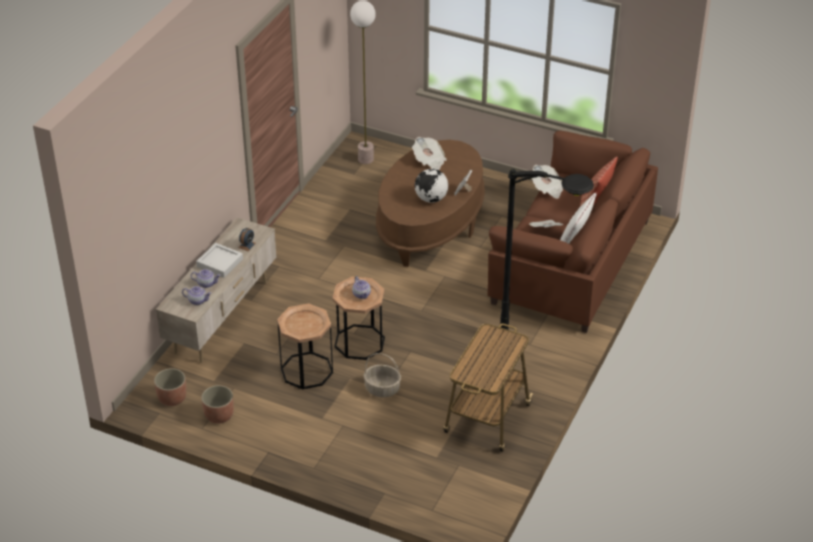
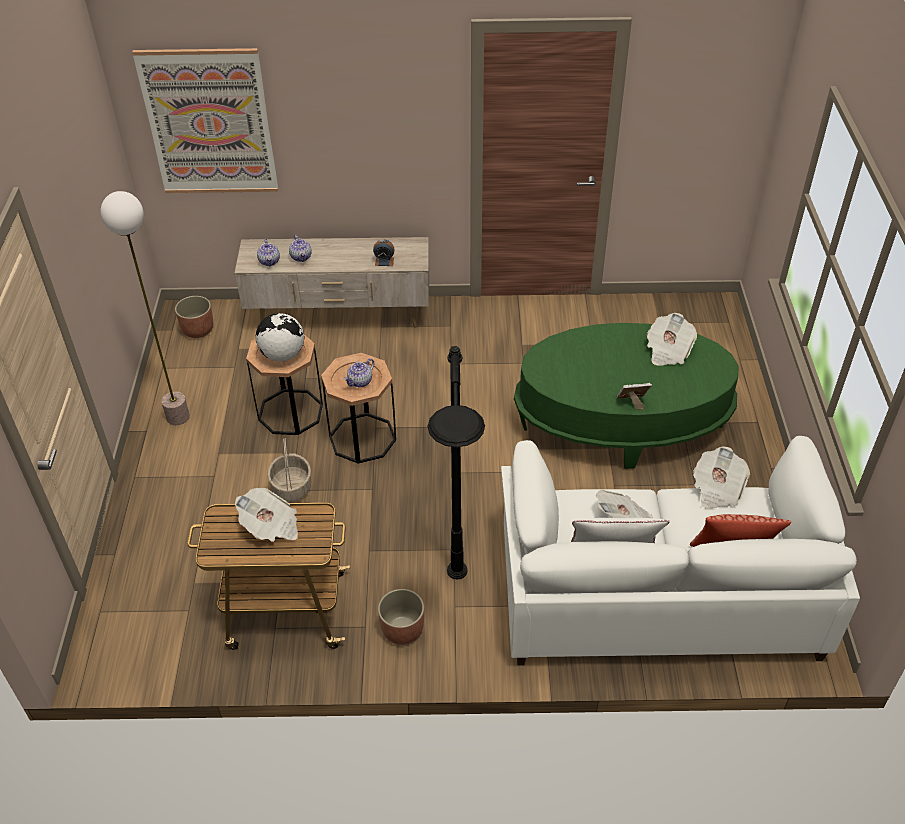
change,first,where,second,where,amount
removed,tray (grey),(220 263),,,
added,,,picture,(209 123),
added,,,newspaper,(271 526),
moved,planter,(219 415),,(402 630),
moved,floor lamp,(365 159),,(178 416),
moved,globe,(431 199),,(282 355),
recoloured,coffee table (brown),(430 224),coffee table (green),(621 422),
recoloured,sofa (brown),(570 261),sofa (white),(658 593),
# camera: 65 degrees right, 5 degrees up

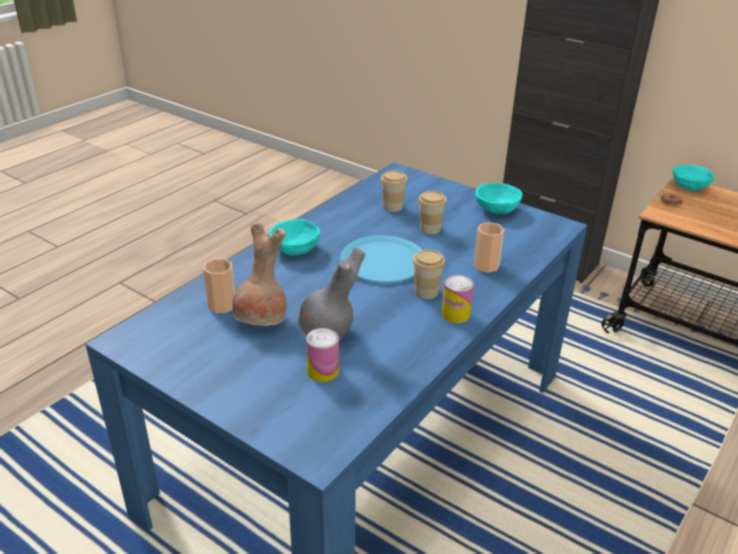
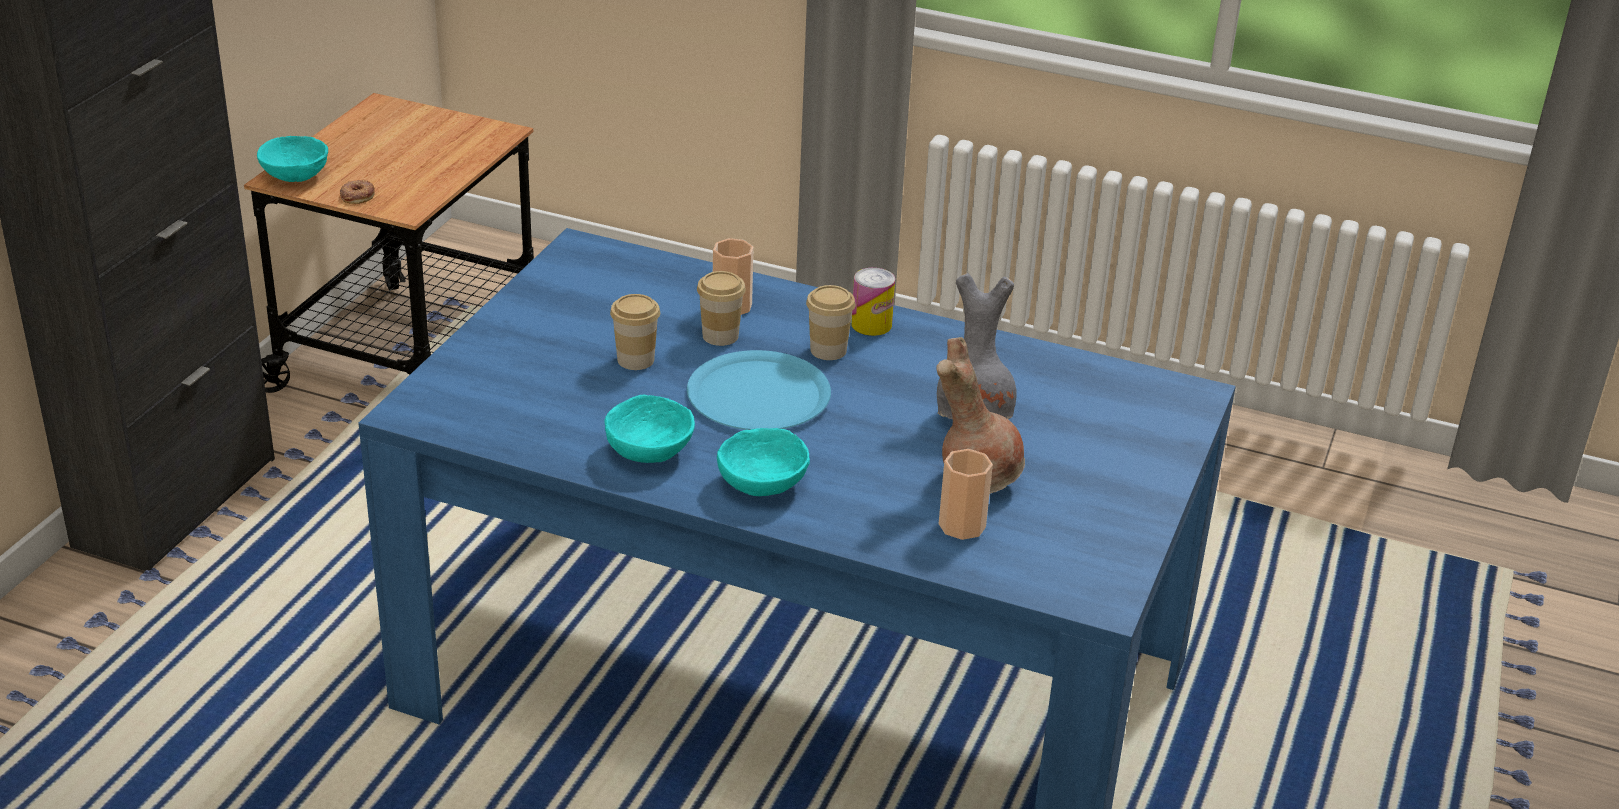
change,first,where,second,where,amount
removed,can,(323 371),,,
moved,cup,(392 207),,(720 336),
moved,bowl (turquoise),(496 209),,(649 451),
# camera: 105 degrees left, 0 degrees up

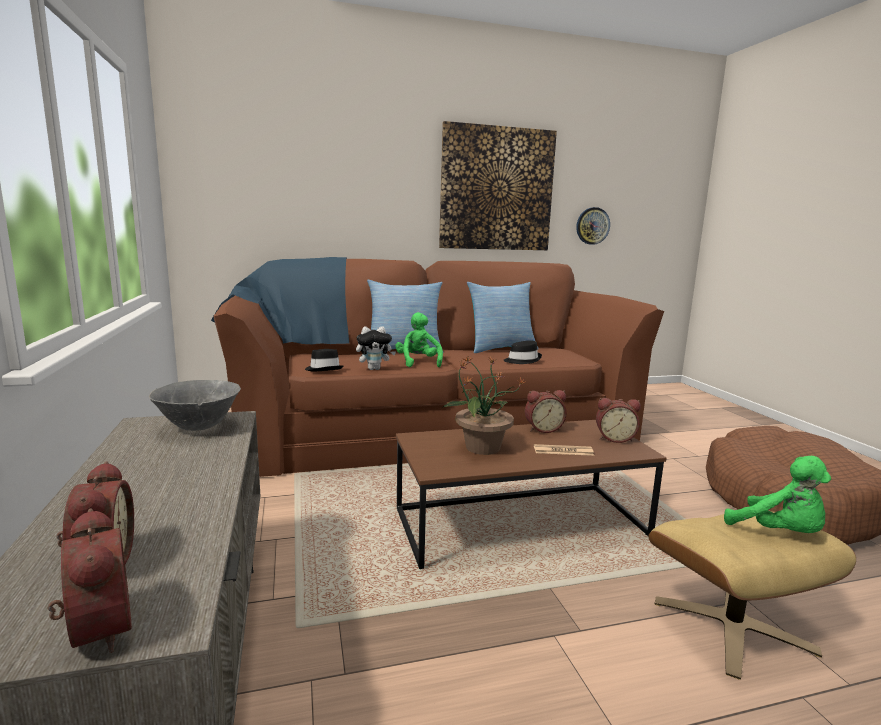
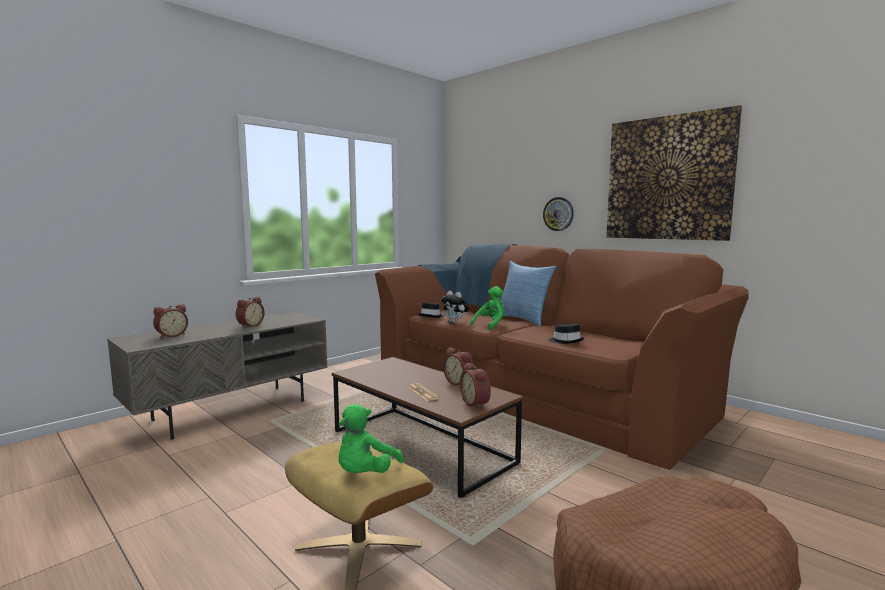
change,first,where,second,where,amount
removed,bowl (grey),(200 427),,,
removed,potted plant,(481 447),,,
removed,pillow,(500 349),,,
moved,alarm clock,(95 631),,(249 325),
moved,wall clock,(592 226),,(558 214),
# camera: 60 degrees right, 5 degrees down

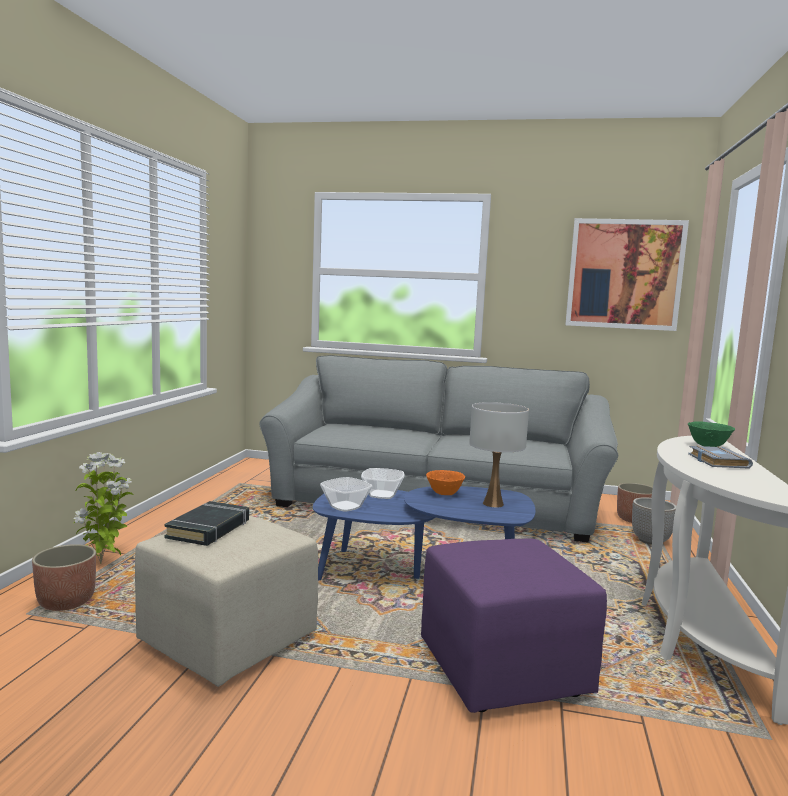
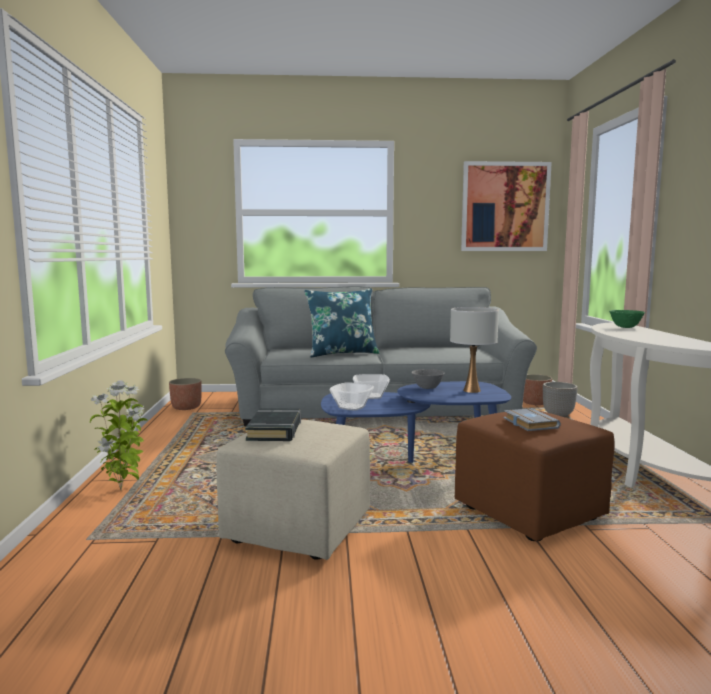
change,first,where,second,where,amount
added,,,pillow (blue),(342 353),
moved,planter,(66 601),,(186 407),
moved,book (grey),(715 461),,(528 423),
recoloured,ottoman (purple),(501 669),ottoman (brown),(527 512),
recoloured,bowl (orange),(444 494),bowl (grey),(427 388),
# camera: 15 degrees left, 0 degrees up

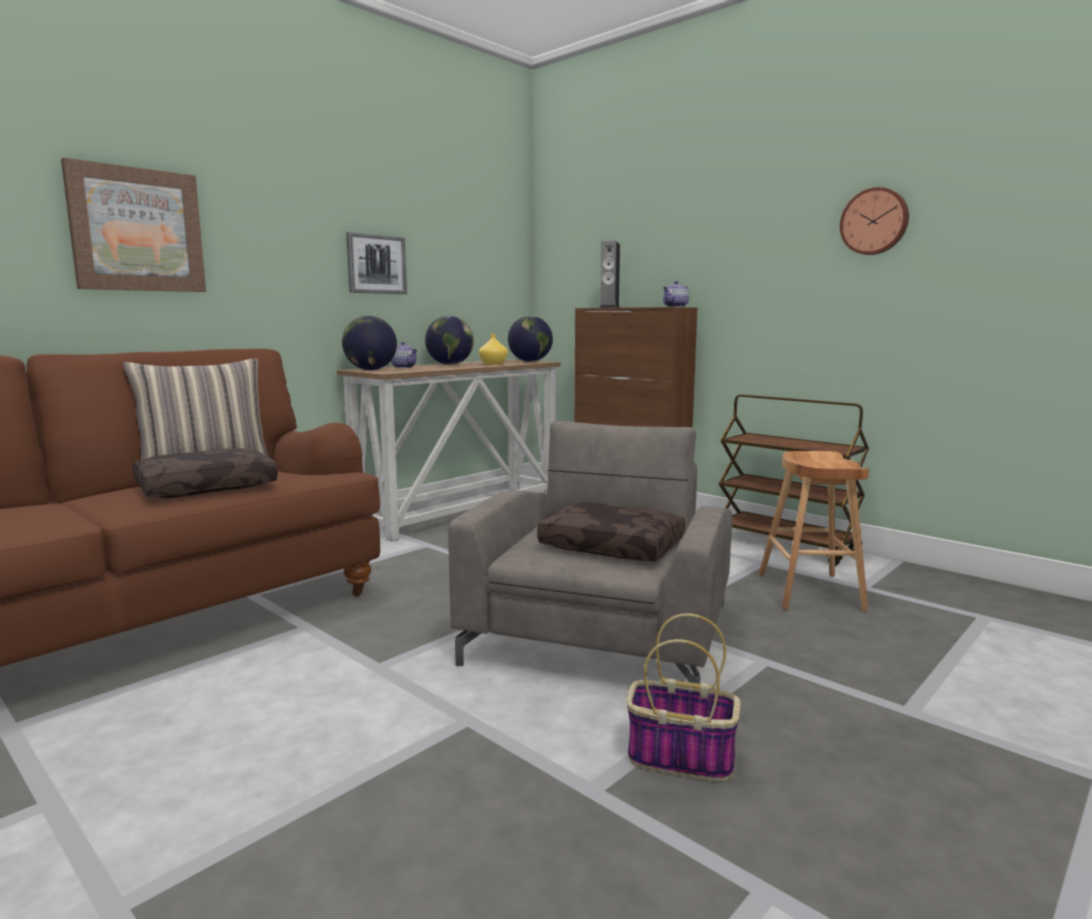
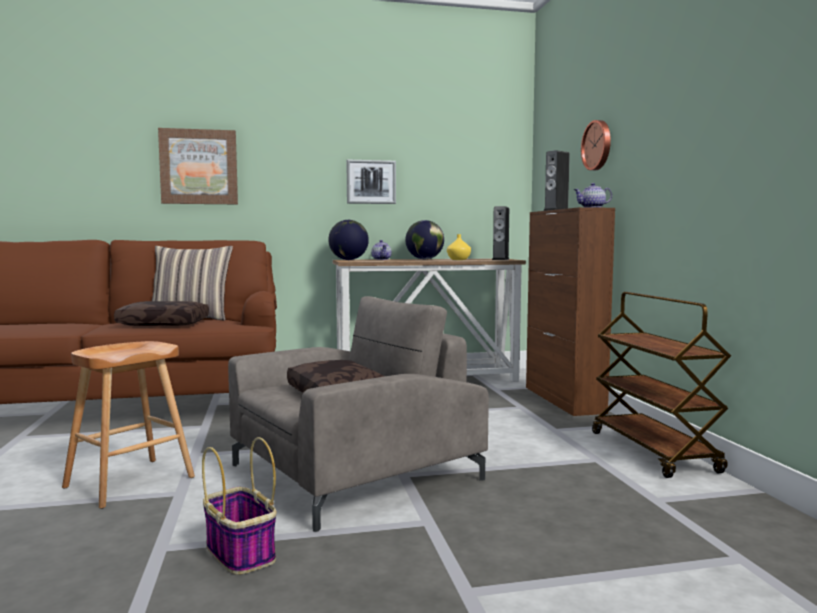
change,first,where,second,where,amount
moved,stool (brown),(810 591),,(129 482),
moved,wall clock,(874 221),,(598 145),
replaced,globe,(530 361),speaker,(500 259),
# camera: 35 degrees right, 5 degrees down

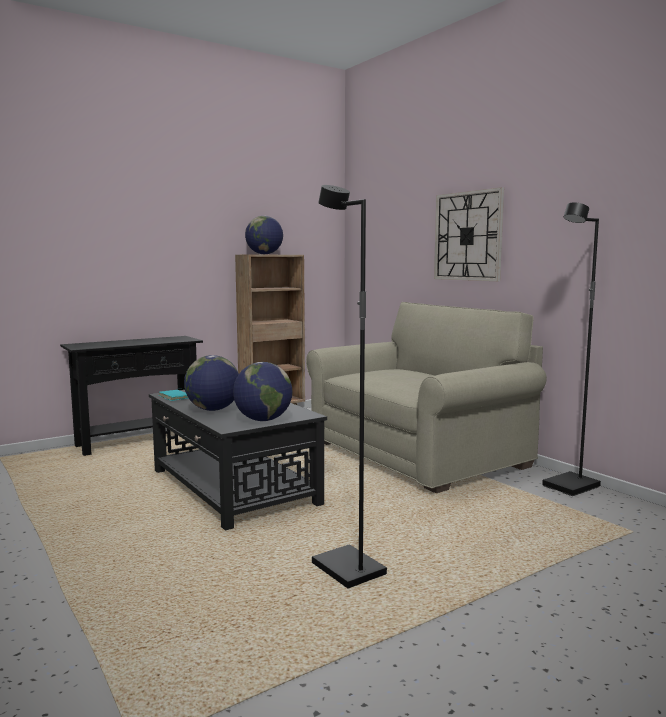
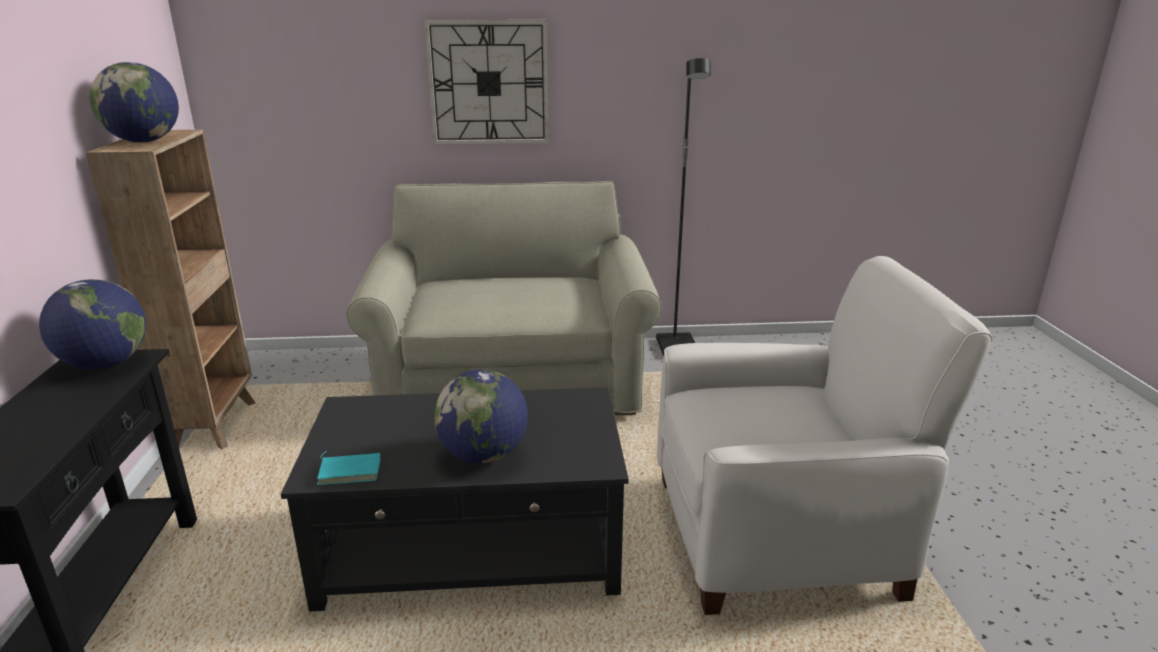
change,first,where,second,where,amount
moved,globe,(263 420),,(105 364),
replaced,floor lamp (black),(346 570),armchair (white),(777 535),
# camera: 60 degrees left, 15 degrees up

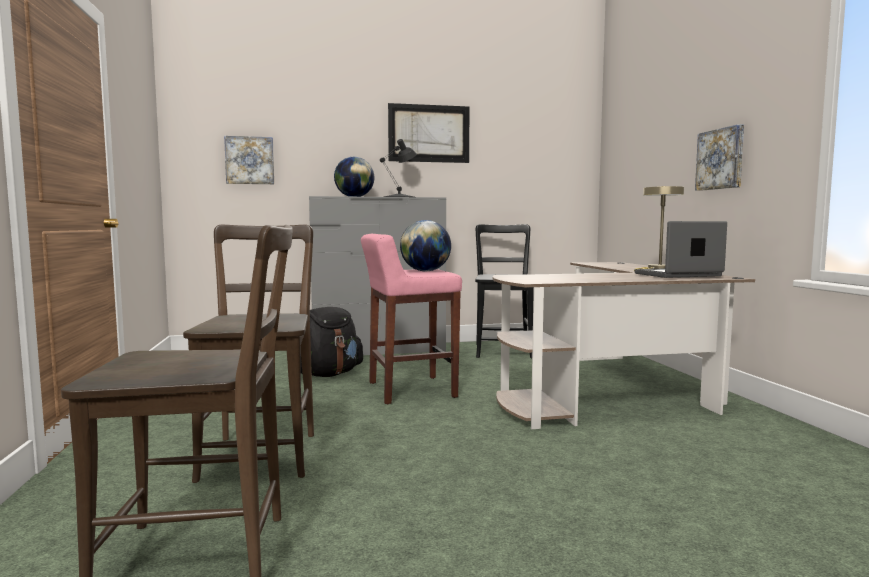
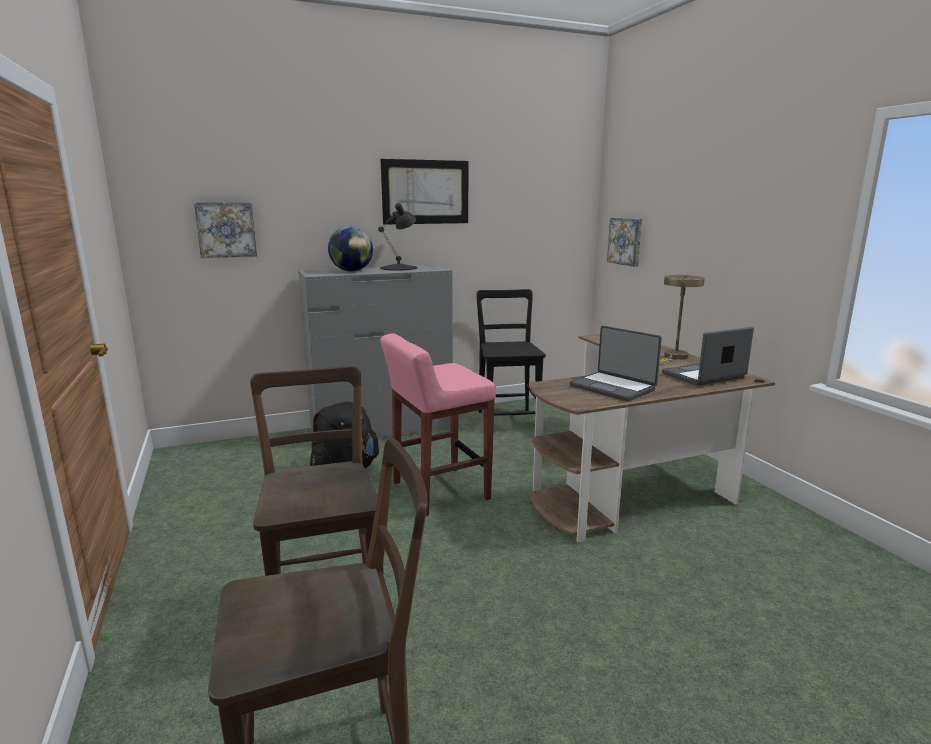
change,first,where,second,where,amount
removed,globe,(425 271),,,
added,,,laptop,(613 387),
moved,picture,(721 159),,(626 241),
# camera: 10 degrees left, 10 degrees up

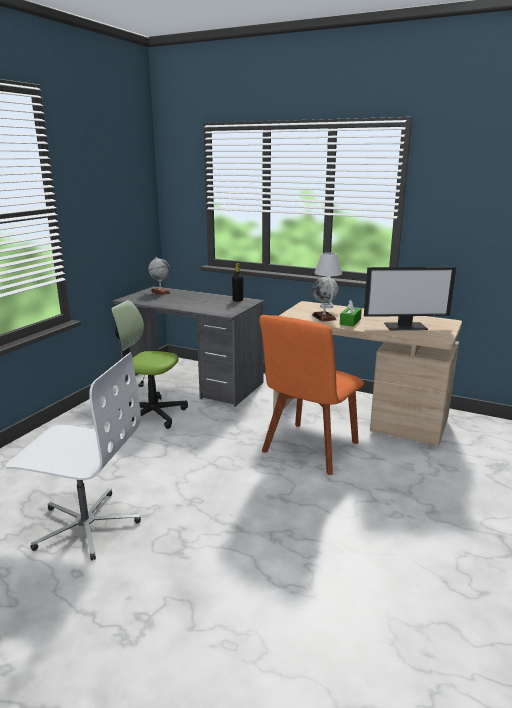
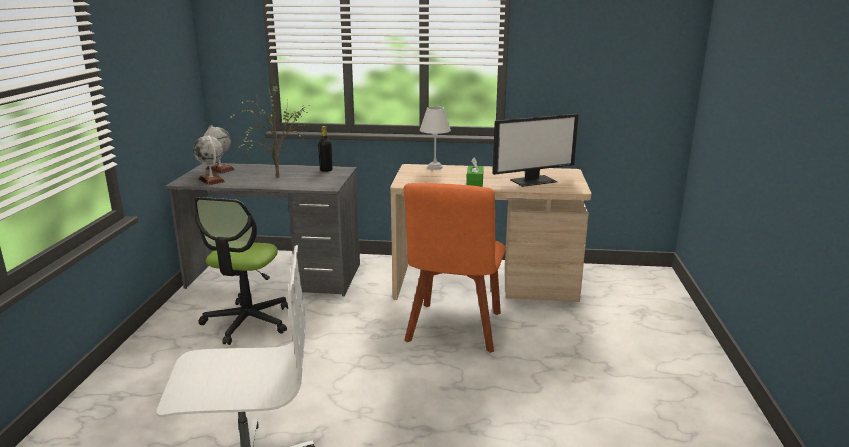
change,first,where,second,where,amount
added,,,potted plant,(275 176),
moved,globe,(324 317),,(211 180),
turned,office chair,(152 414),,(247 322),75 degrees counterclockwise
# camera: 20 degrees left, 0 degrees up

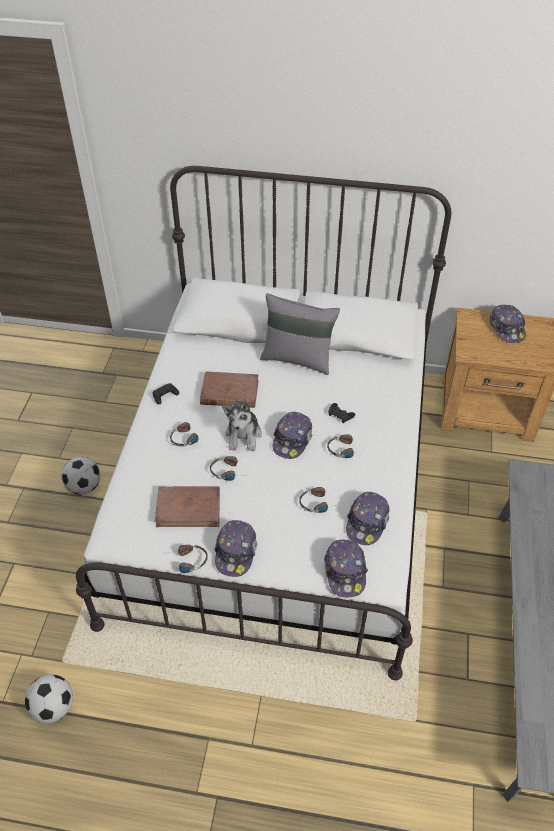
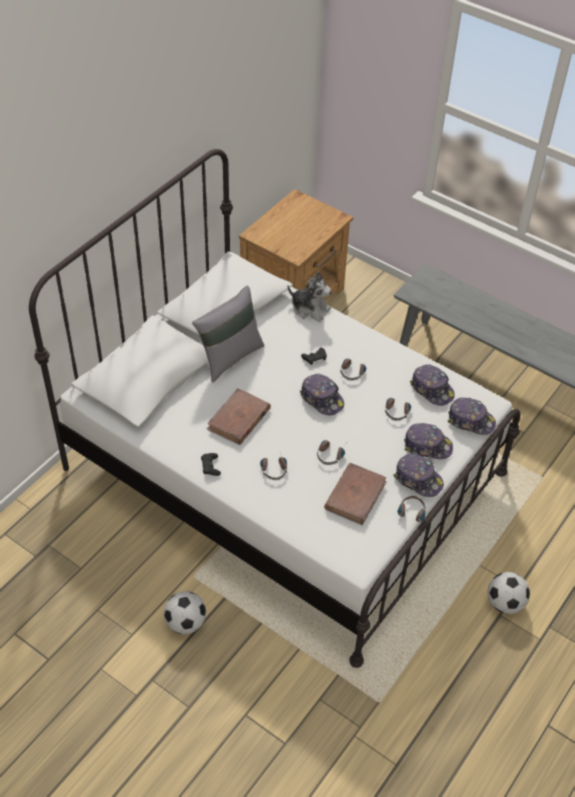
change,first,where,second,where,amount
moved,football,(54 707),,(505 603),
moved,plush toy,(243 435),,(310 309),
moved,cap,(507 328),,(427 446),
# camera: 65 degrees left, 0 degrees up

